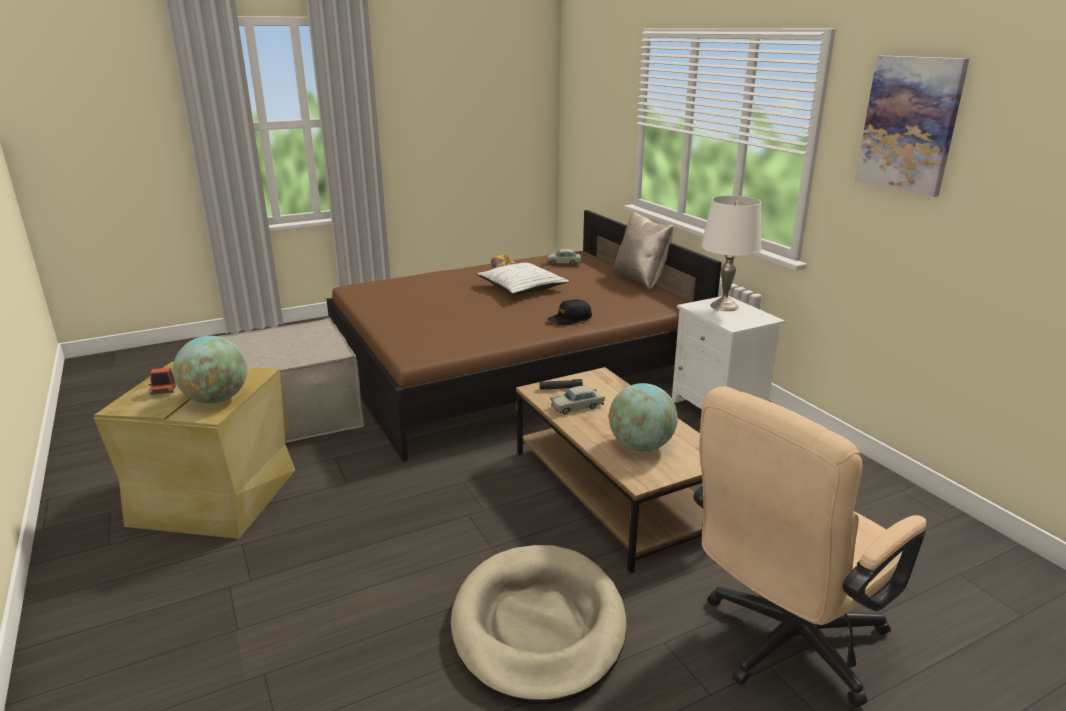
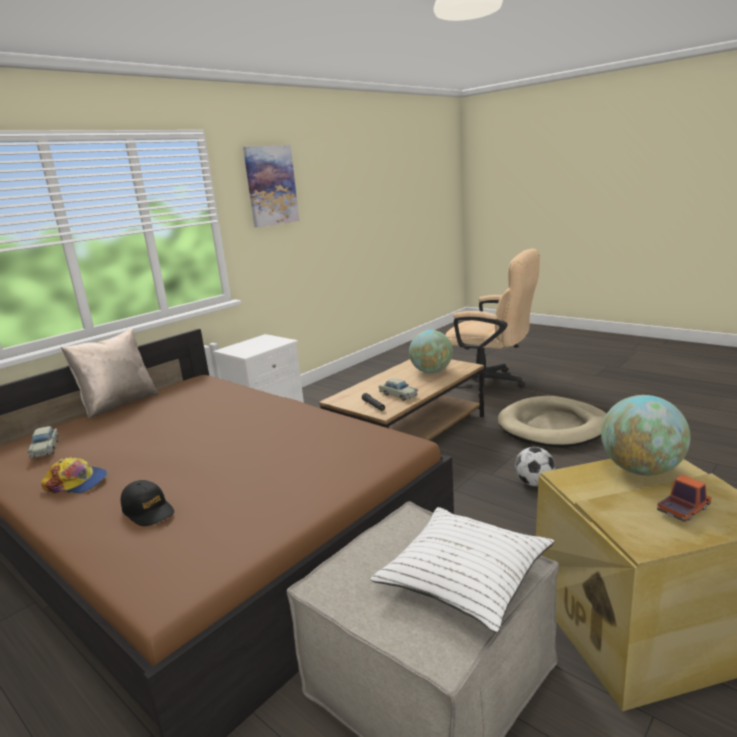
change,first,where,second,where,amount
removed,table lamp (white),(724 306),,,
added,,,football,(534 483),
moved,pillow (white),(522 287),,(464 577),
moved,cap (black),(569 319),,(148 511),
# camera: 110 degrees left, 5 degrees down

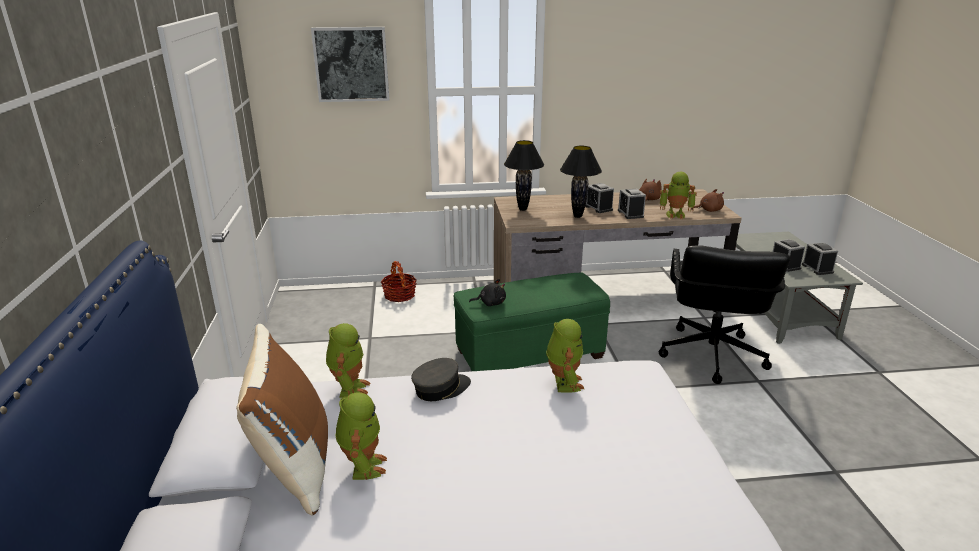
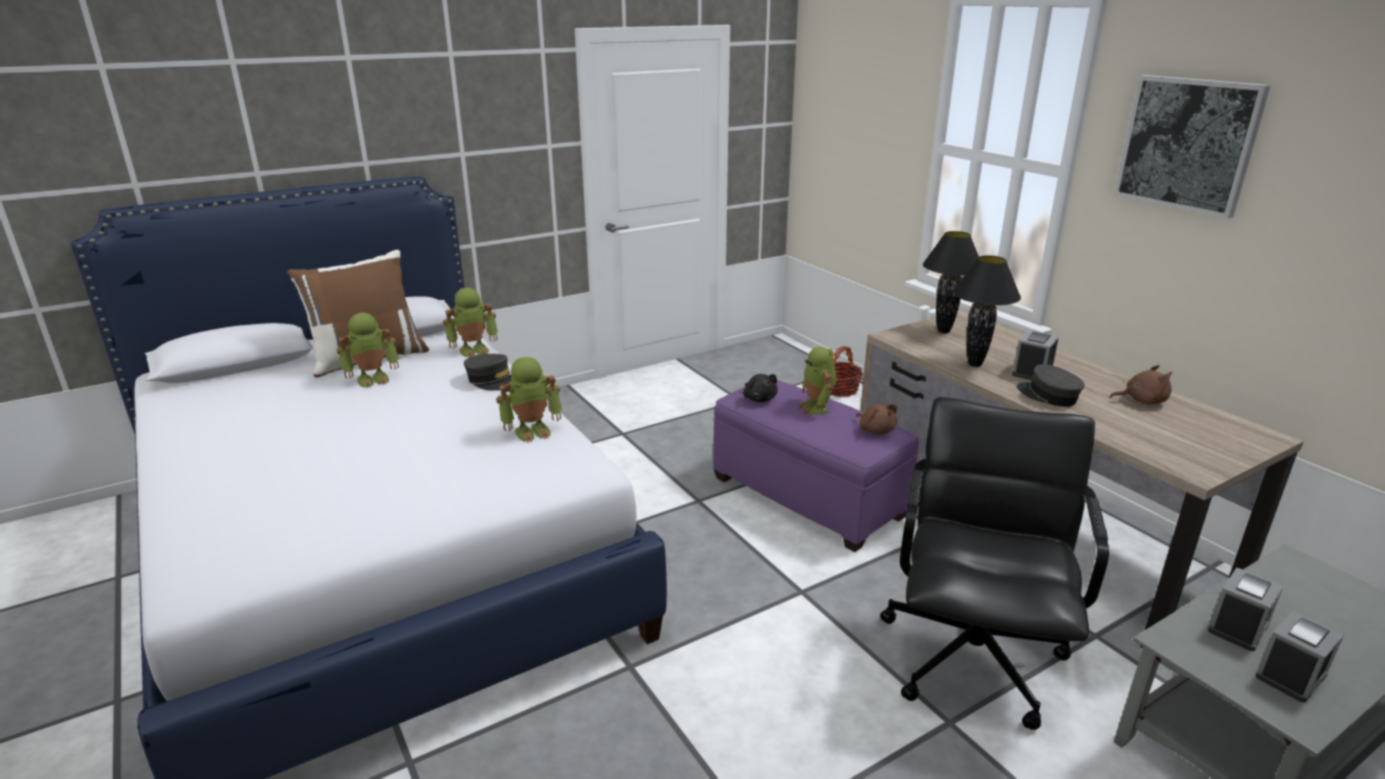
change,first,where,second,where,amount
moved,picture,(351 64),,(1187 144),
moved,toy robot,(675 214),,(817 408),
moved,plush toy (brown),(708 210),,(875 430),
replaced,alarm clock,(630 214),cap (grey),(1048 396),
recoloured,ottoman (green),(529 353),ottoman (purple),(808 497),
turned,office chair (black),(710 355),,(973 656),120 degrees clockwise
# camera: 65 degrees right, 0 degrees up

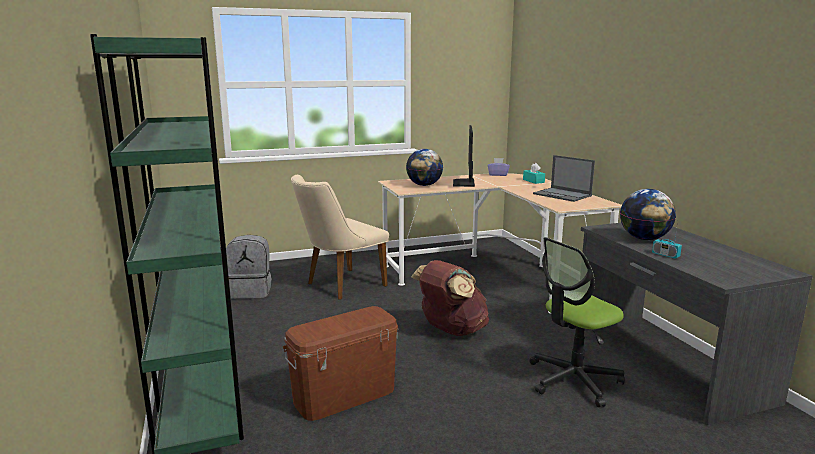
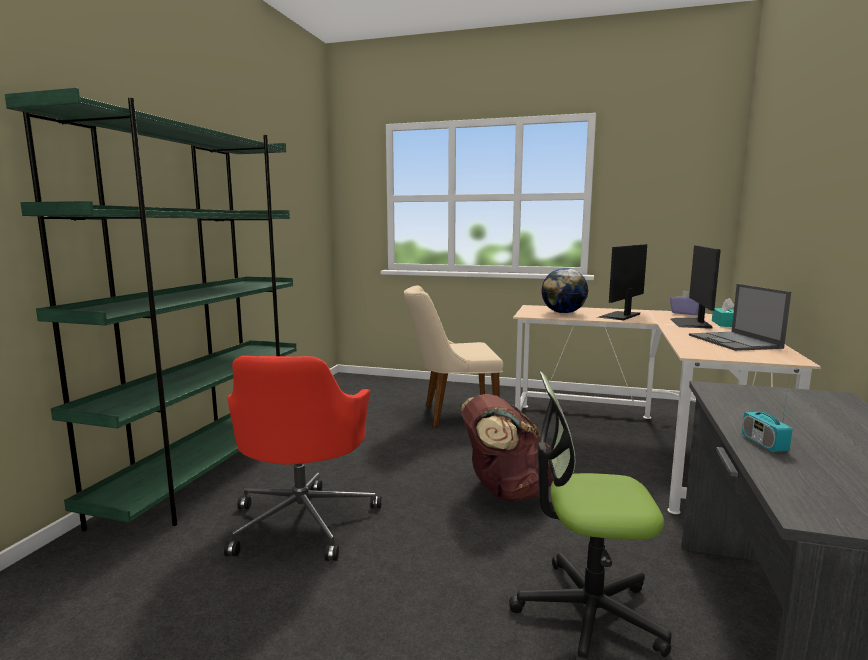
change,first,where,second,where,amount
removed,backpack (grey),(251 291),,,
removed,globe,(644 239),,,
added,,,monitor,(691 323),
replaced,storage box (brown),(344 396),office chair (red),(304 520),
# camera: 35 degrees right, 5 degrees down

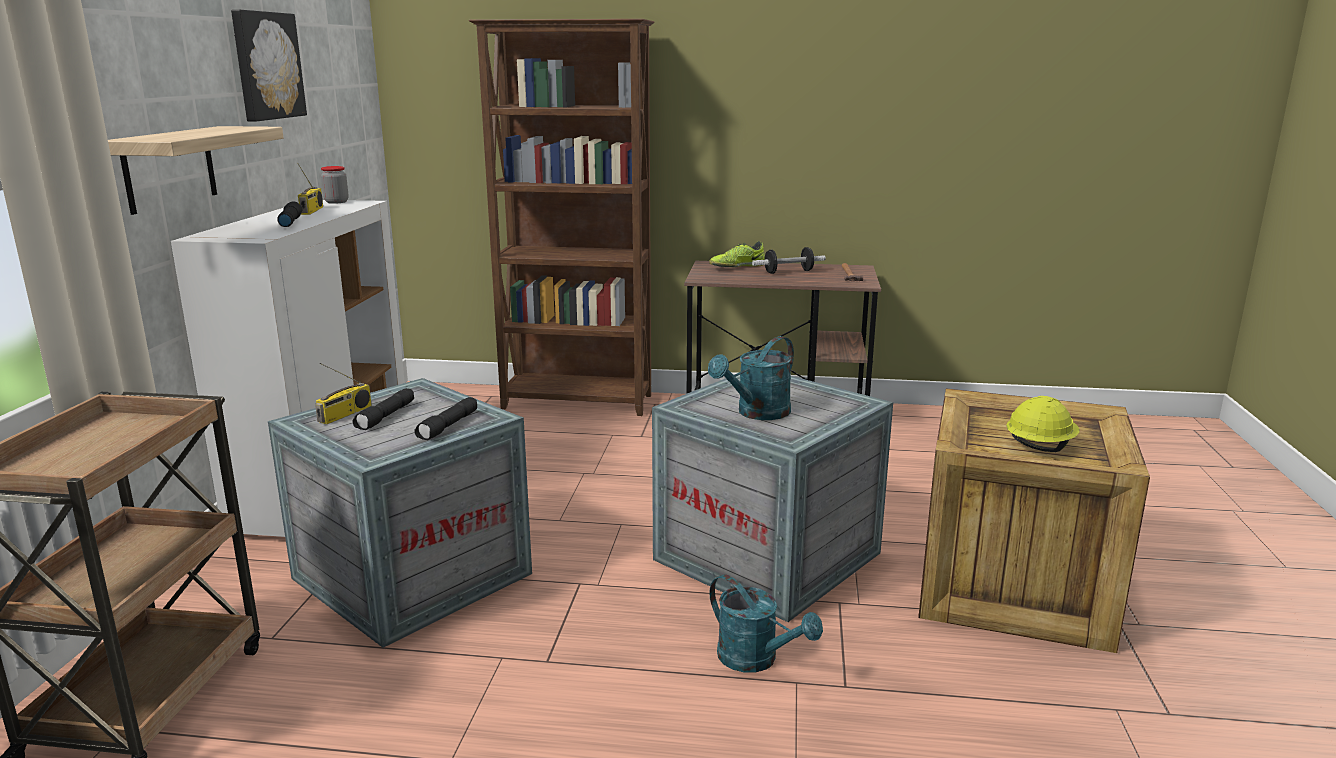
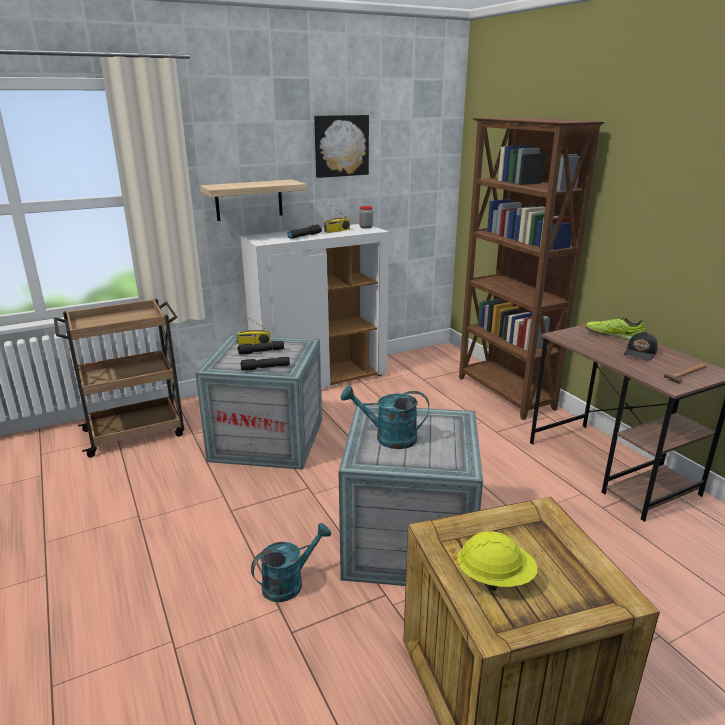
change,first,where,second,where,amount
replaced,dumbbell,(788 272),cap (black),(640 353),
turned,watering can (turquoise),(756 660),,(289 583),135 degrees counterclockwise
# camera: 55 degrees right, 5 degrees up

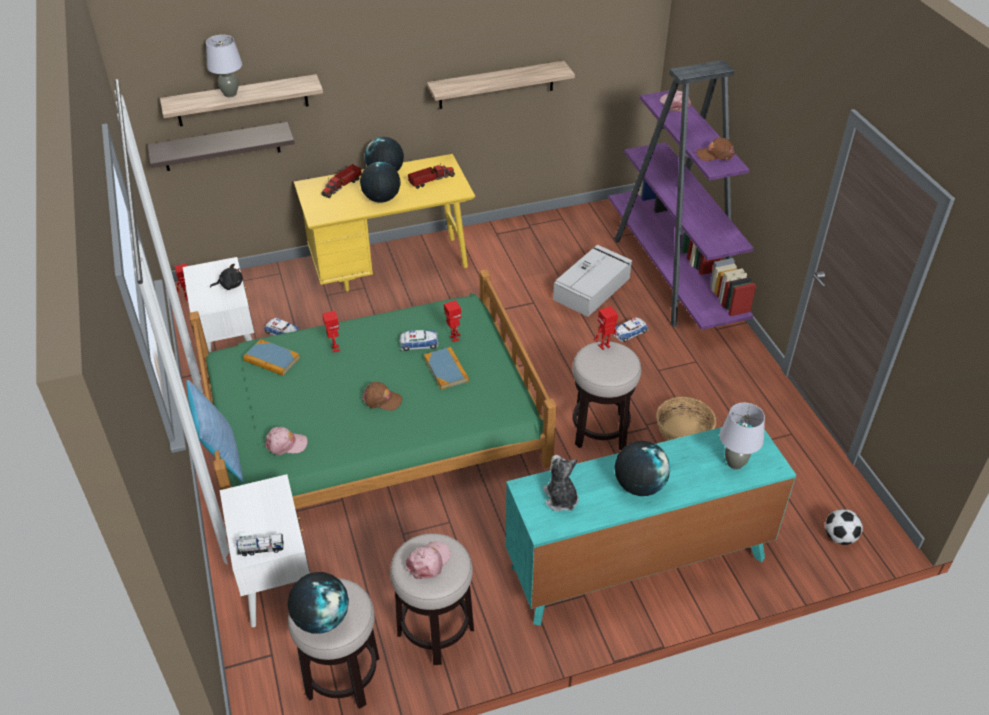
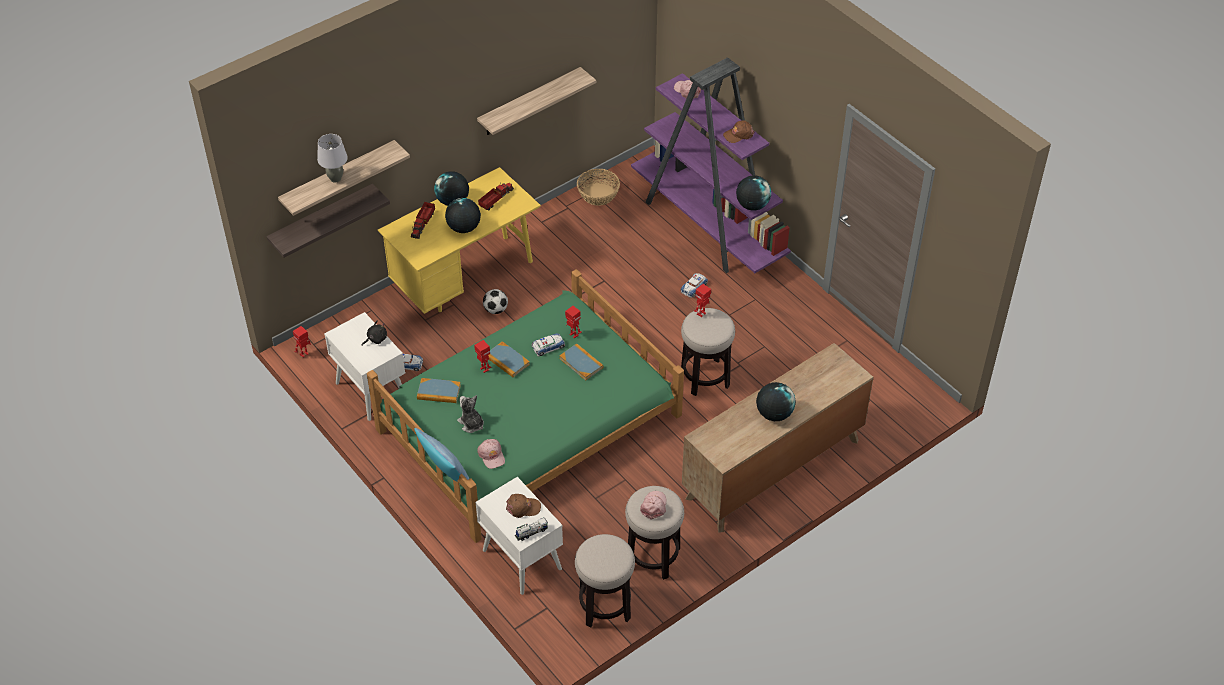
change,first,where,second,where,amount
removed,storage box (grey),(592 288),,,
removed,table lamp (grey),(735 463),,,
added,,,book,(507 361),
moved,globe,(321 618),,(752 205),
moved,cap (brown),(382 400),,(523 507),
moved,plush toy,(560 498),,(471 424),
moved,basket,(683 432),,(598 194),
moved,football,(839 537),,(496 310),
recoloured,dresser (turquoise),(637 563),dresser (brown),(772 469),
turned,cap (pink),(286 444),,(491 455),90 degrees clockwise
# camera: 20 degrees left, 5 degrees up

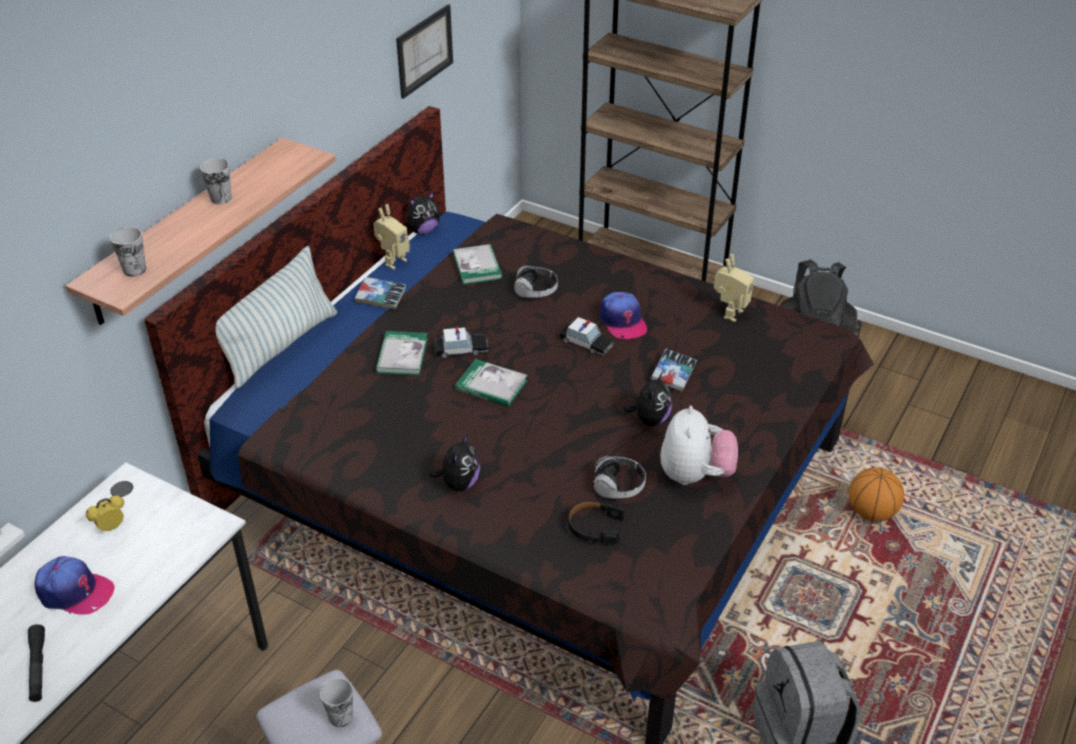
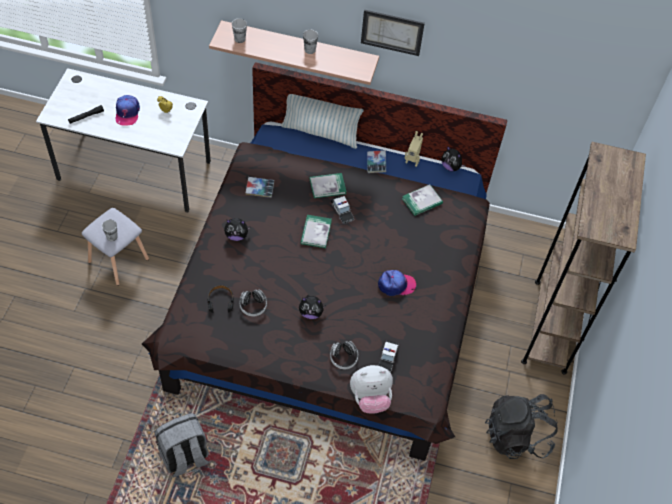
change,first,where,second,where,amount
removed,toy robot,(729 313),,,
removed,basketball,(871 512),,,
moved,picture,(424 50),,(392 32),
moved,headphones,(536 291),,(343 358),
moved,toy car,(586 343),,(387 358),
moved,book,(673 374),,(260 189),
moved,plush toy,(695 475),,(370 398),
turned,cap,(622 321),,(396 285),150 degrees counterclockwise
# camera: 70 degrees right, 15 degrees up

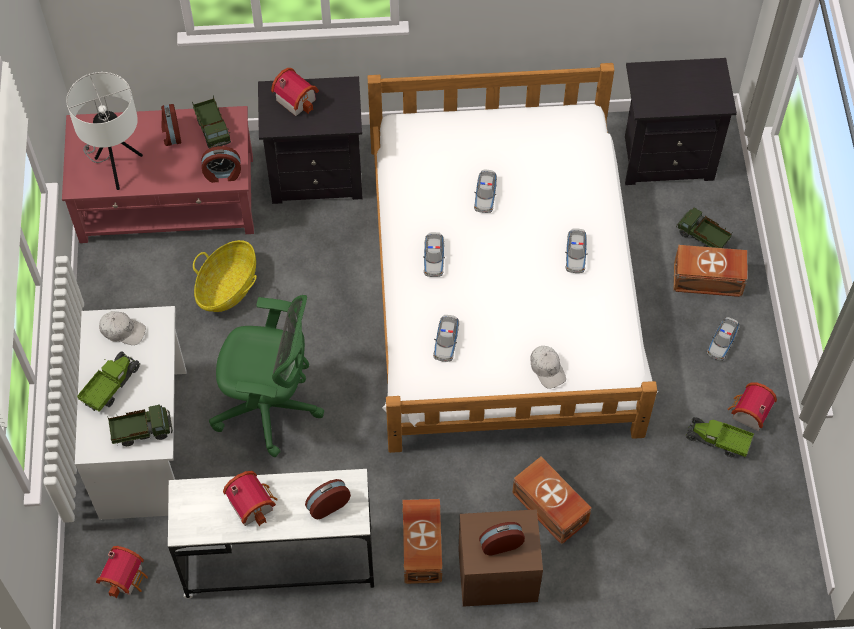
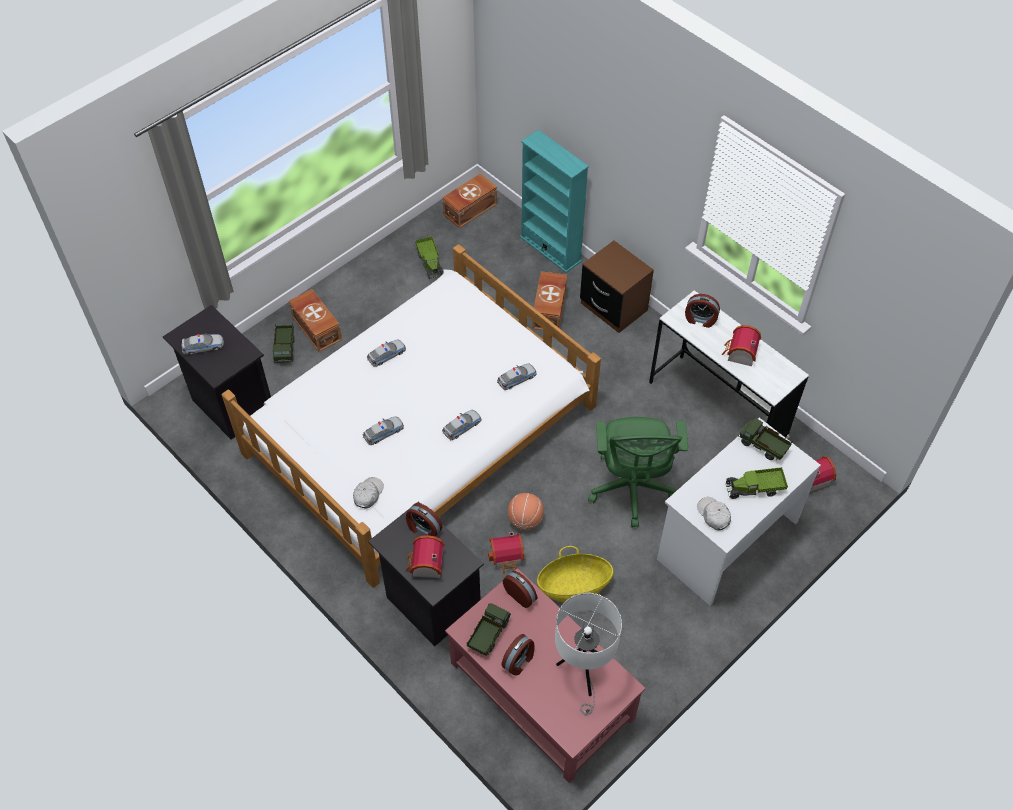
change,first,where,second,where,amount
added,,,basketball,(525 520),
added,,,bookcase (turquoise),(550 249),
moved,storage box (brown),(423 547),,(469 209),
moved,alarm clock,(500 543),,(423 529),
moved,cap (white),(547 369),,(368 494),
moved,toy car,(722 341),,(203 346),
moved,toy house,(748 413),,(508 557),
turned,office chair (green),(270 407),,(631 489),150 degrees counterclockwise
# camera: 130 degrees left, 5 degrees down

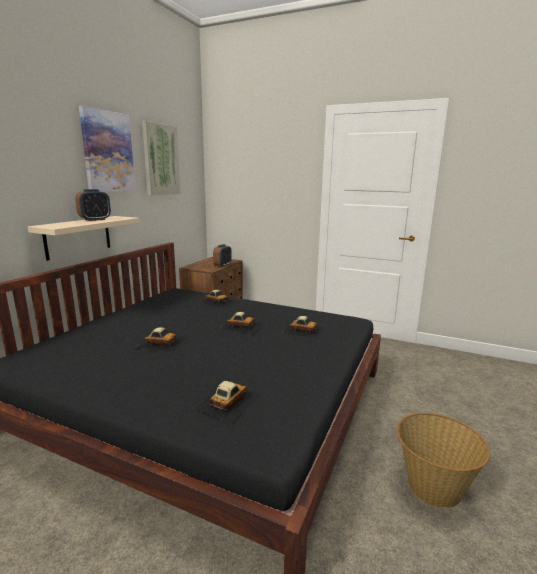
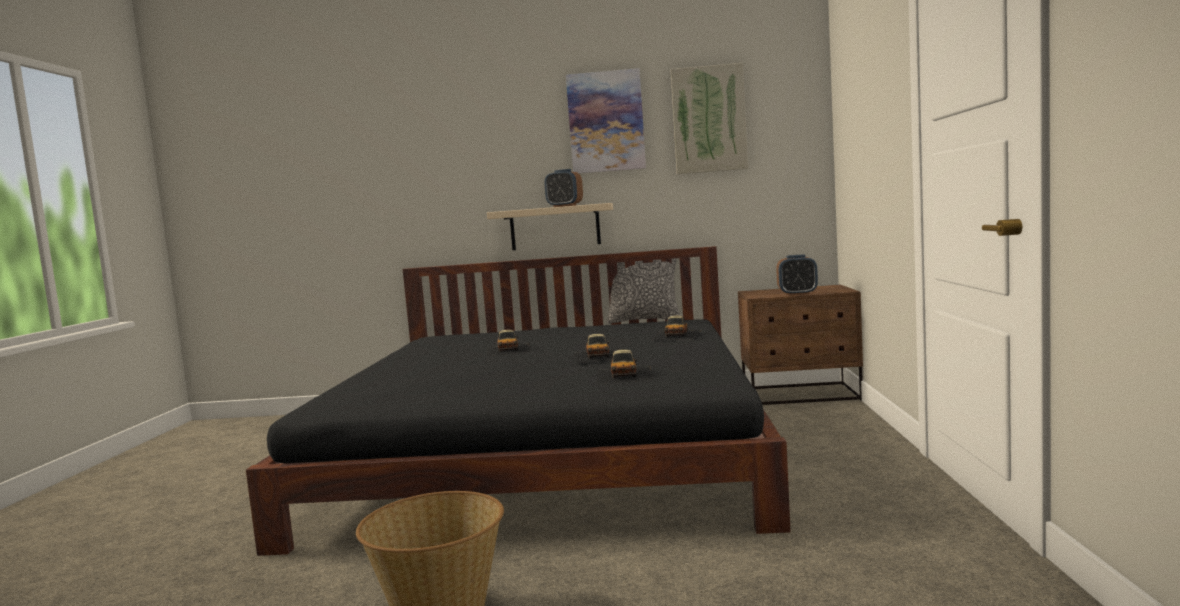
change,first,where,second,where,amount
removed,toy car,(227 401),,,
added,,,pillow,(644 320),
# camera: 70 degrees right, 10 degrees down

